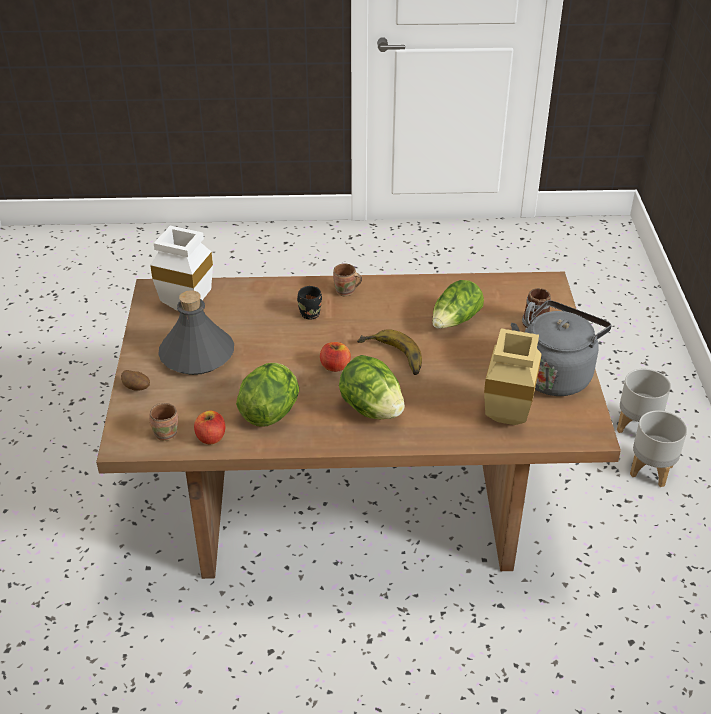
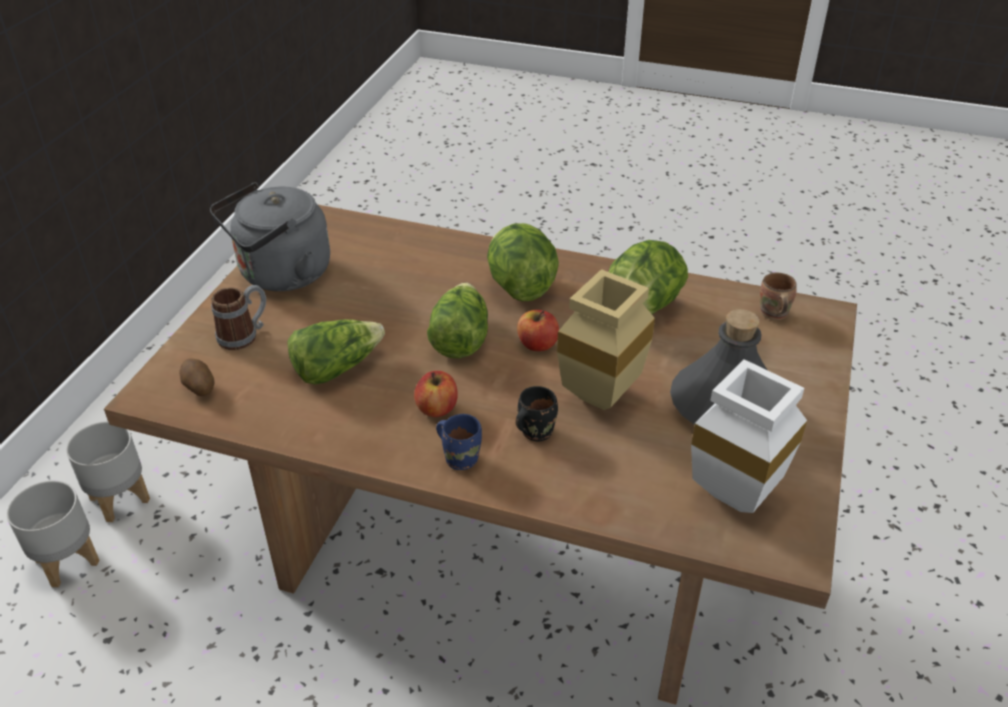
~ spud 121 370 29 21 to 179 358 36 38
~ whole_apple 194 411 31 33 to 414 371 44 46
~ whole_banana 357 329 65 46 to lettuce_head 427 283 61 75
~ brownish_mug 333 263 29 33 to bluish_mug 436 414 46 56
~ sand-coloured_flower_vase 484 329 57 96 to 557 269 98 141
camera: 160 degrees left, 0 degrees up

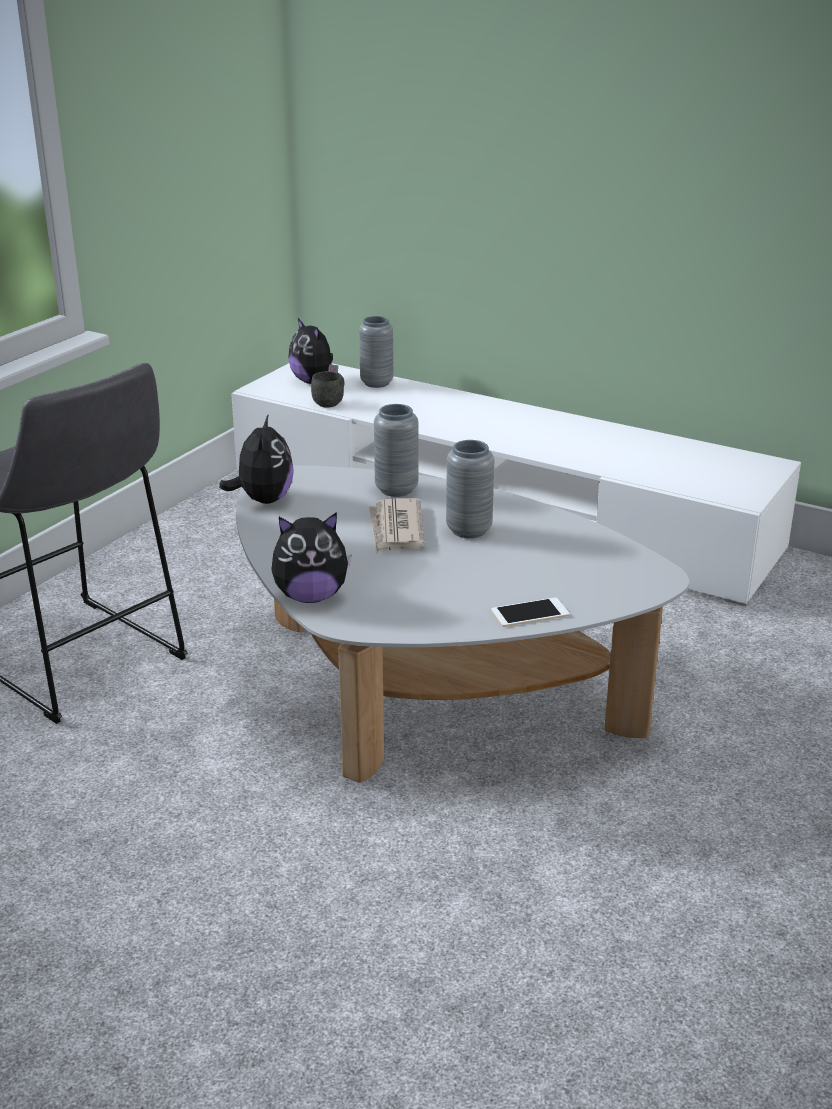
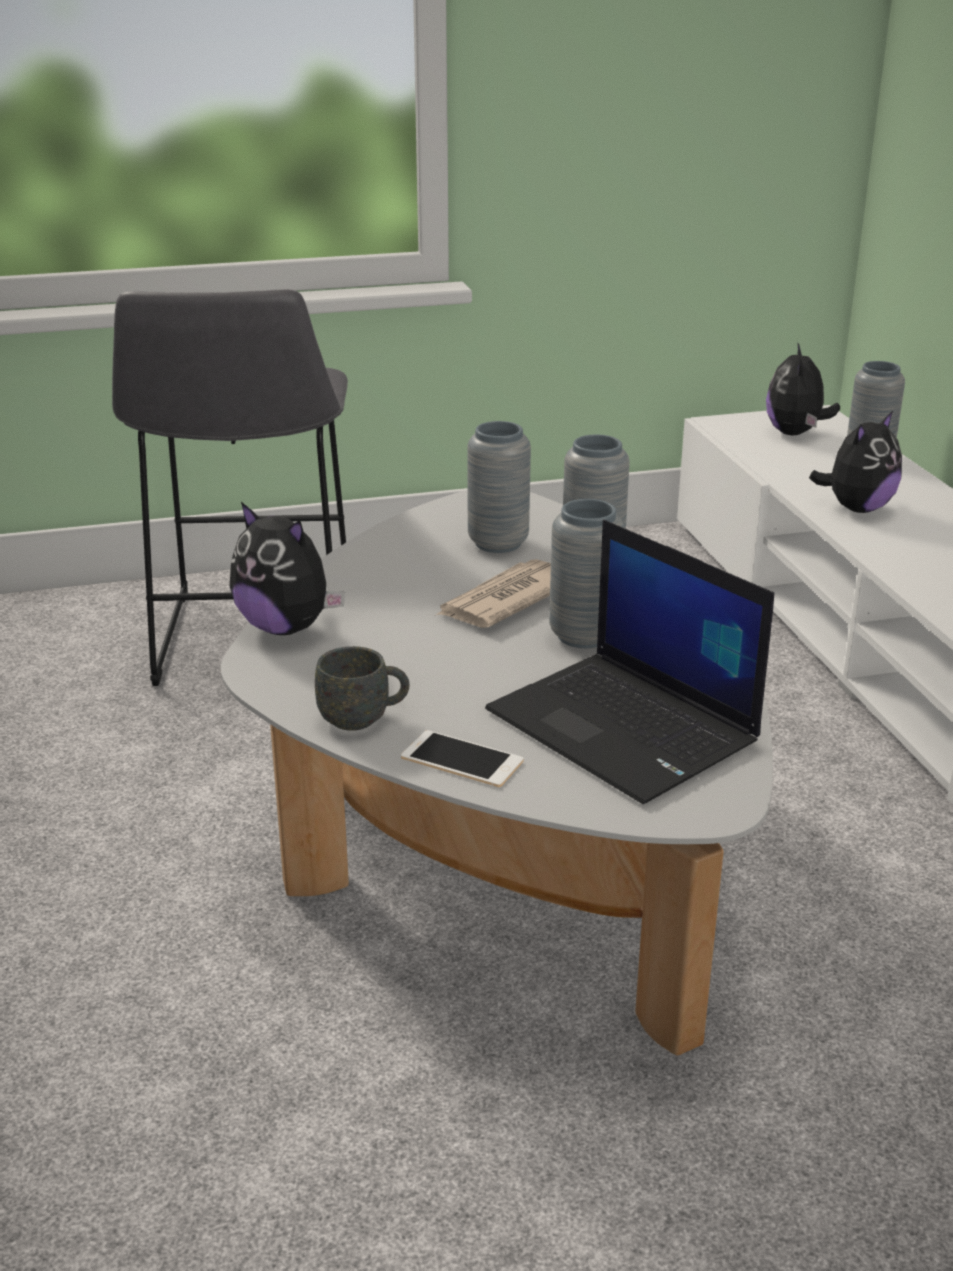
~ gray_mug 311 371 33 37 to 315 646 95 85
+ gray_flower_vase 467 421 64 132
+ portable_computer 485 520 289 284
~ cuddly_toy 219 414 75 90 to 809 411 93 102
camera: 45 degrees right, 0 degrees up

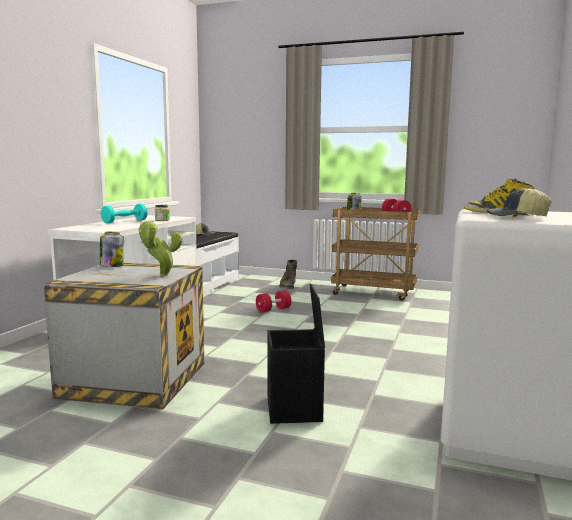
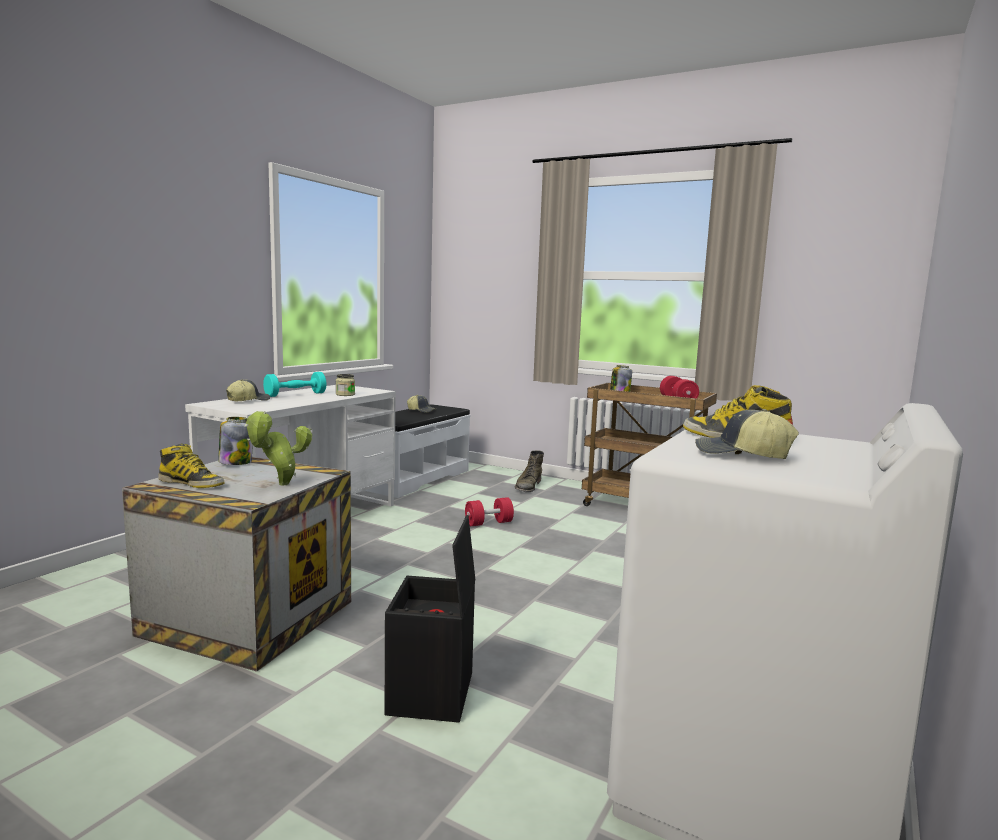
+ boot 158 444 67 44
+ cap 226 379 44 22
camera: 10 degrees right, 0 degrees up

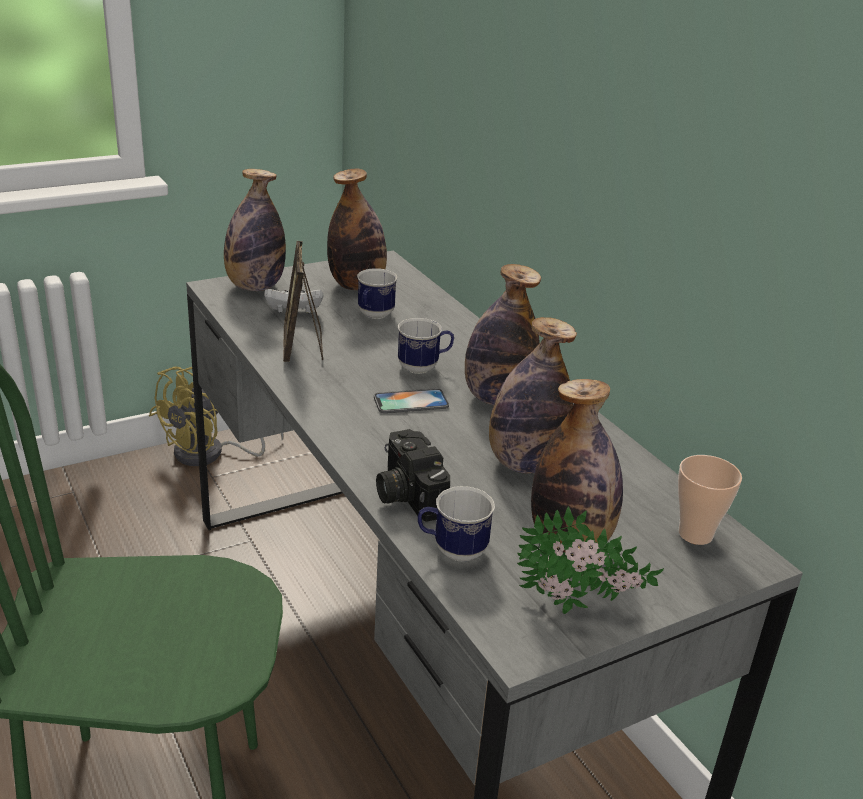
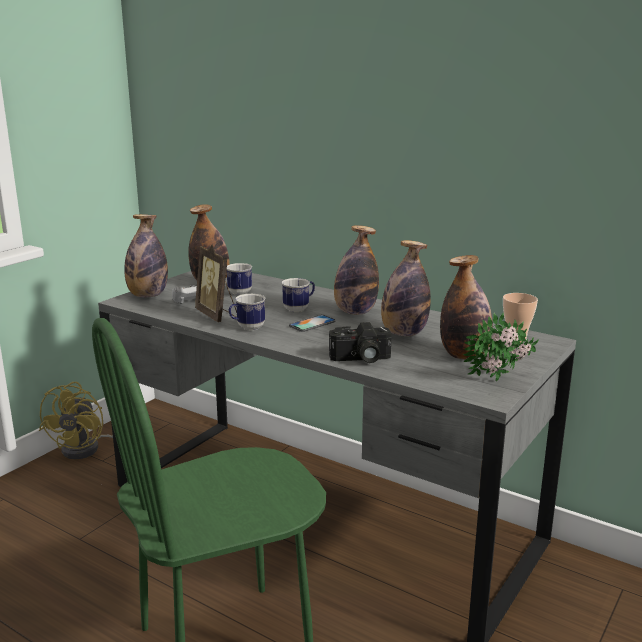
~ mug 418 486 77 75 to 229 294 36 36
~ photo_camera 376 429 74 93 = 329 322 63 41 45 degrees counterclockwise
camera: 25 degrees left, 10 degrees down

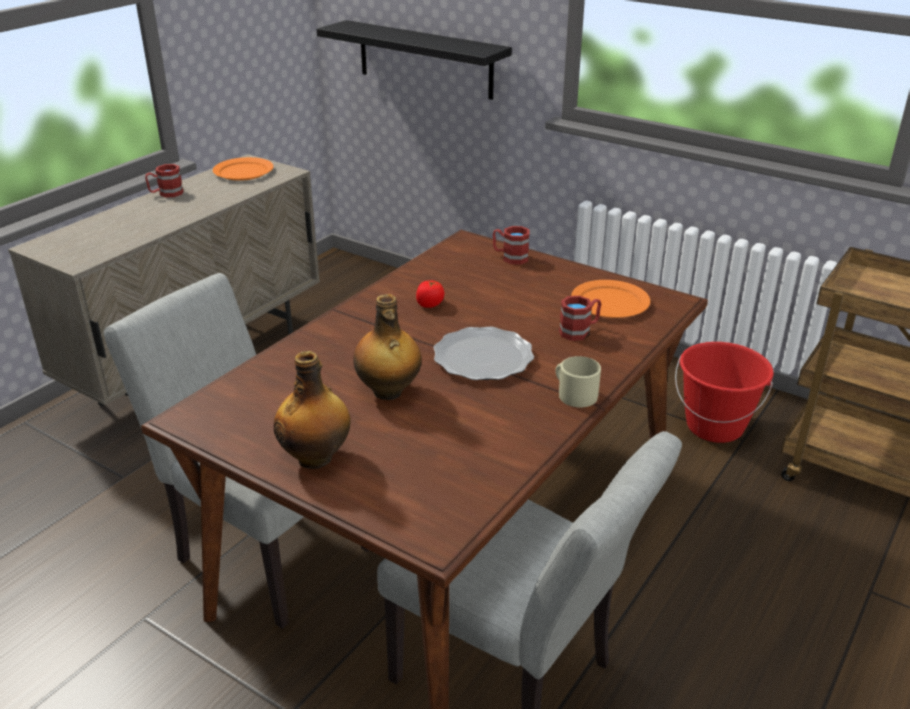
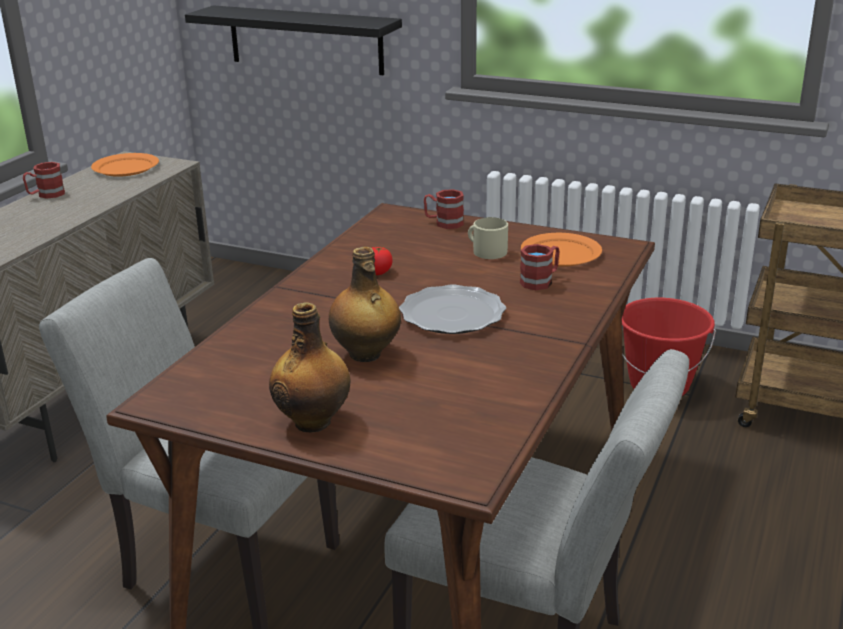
~ sand-coloured_mug 555 356 46 51 to 468 217 40 42
camera: 10 degrees left, 5 degrees down

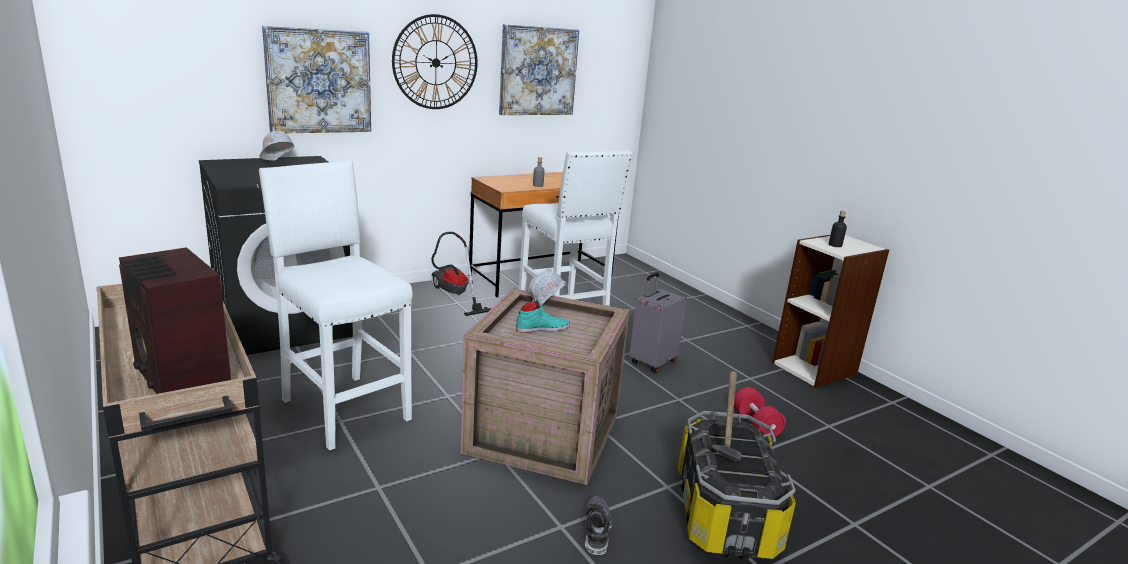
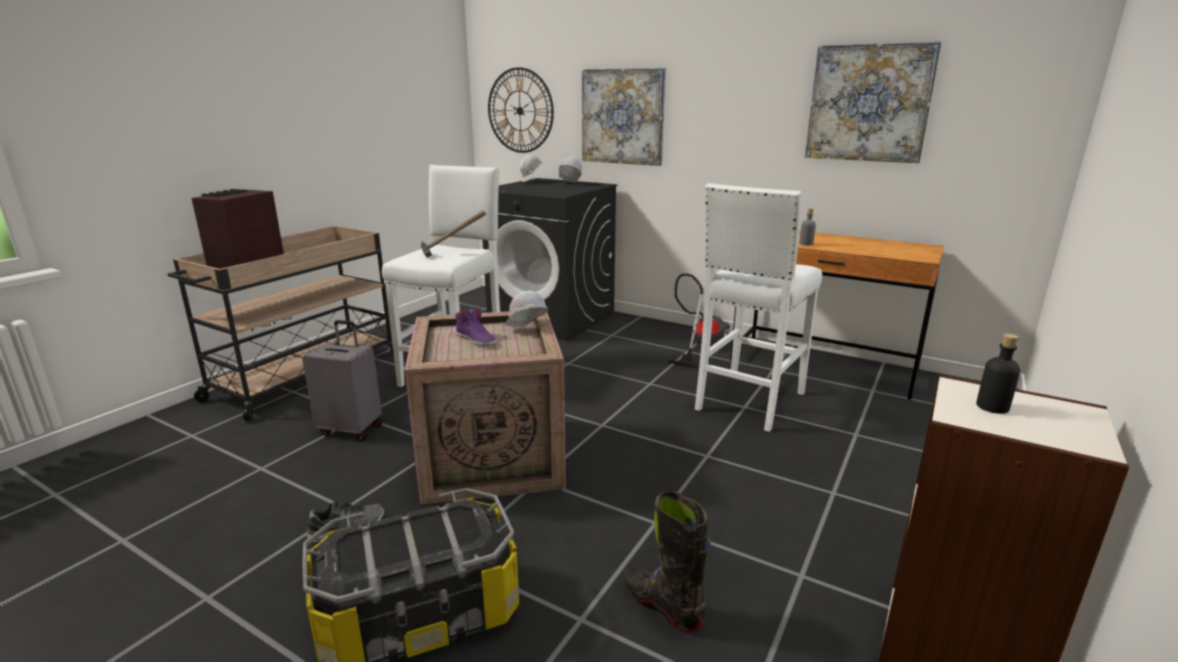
~ gray_piece_of_luggage 629 272 58 101 to 302 320 81 121
~ tool_hammer 712 371 29 91 to 421 210 65 48
~ turquoise_low_shoe 516 300 54 33 to purplish_low_shoe 455 308 41 38
~ wall_clock 392 14 86 95 to 488 67 66 86
+ white_hard_hat 520 155 23 27
~ reddish_free_weight 734 387 52 50 to blackish_boot 623 491 88 141
camera: 65 degrees right, 0 degrees up

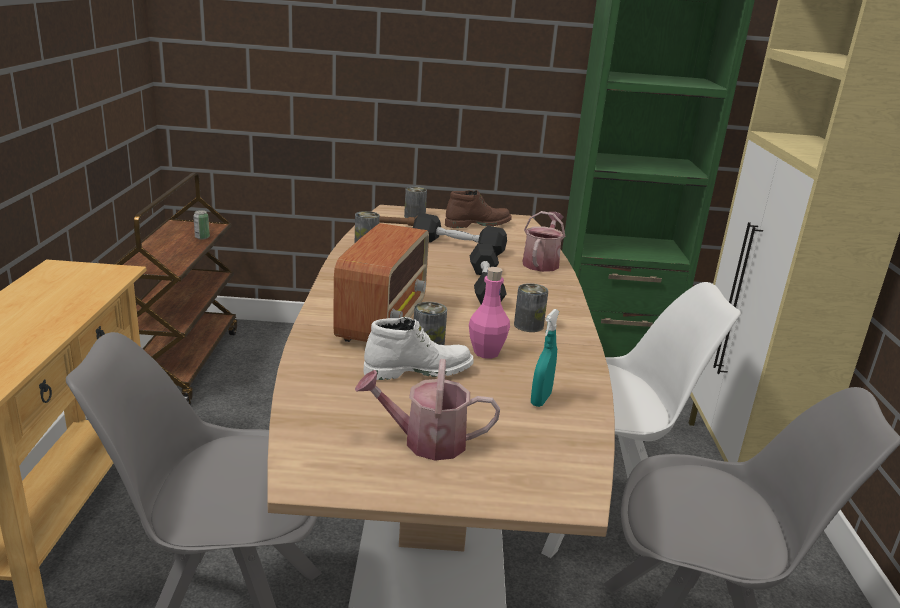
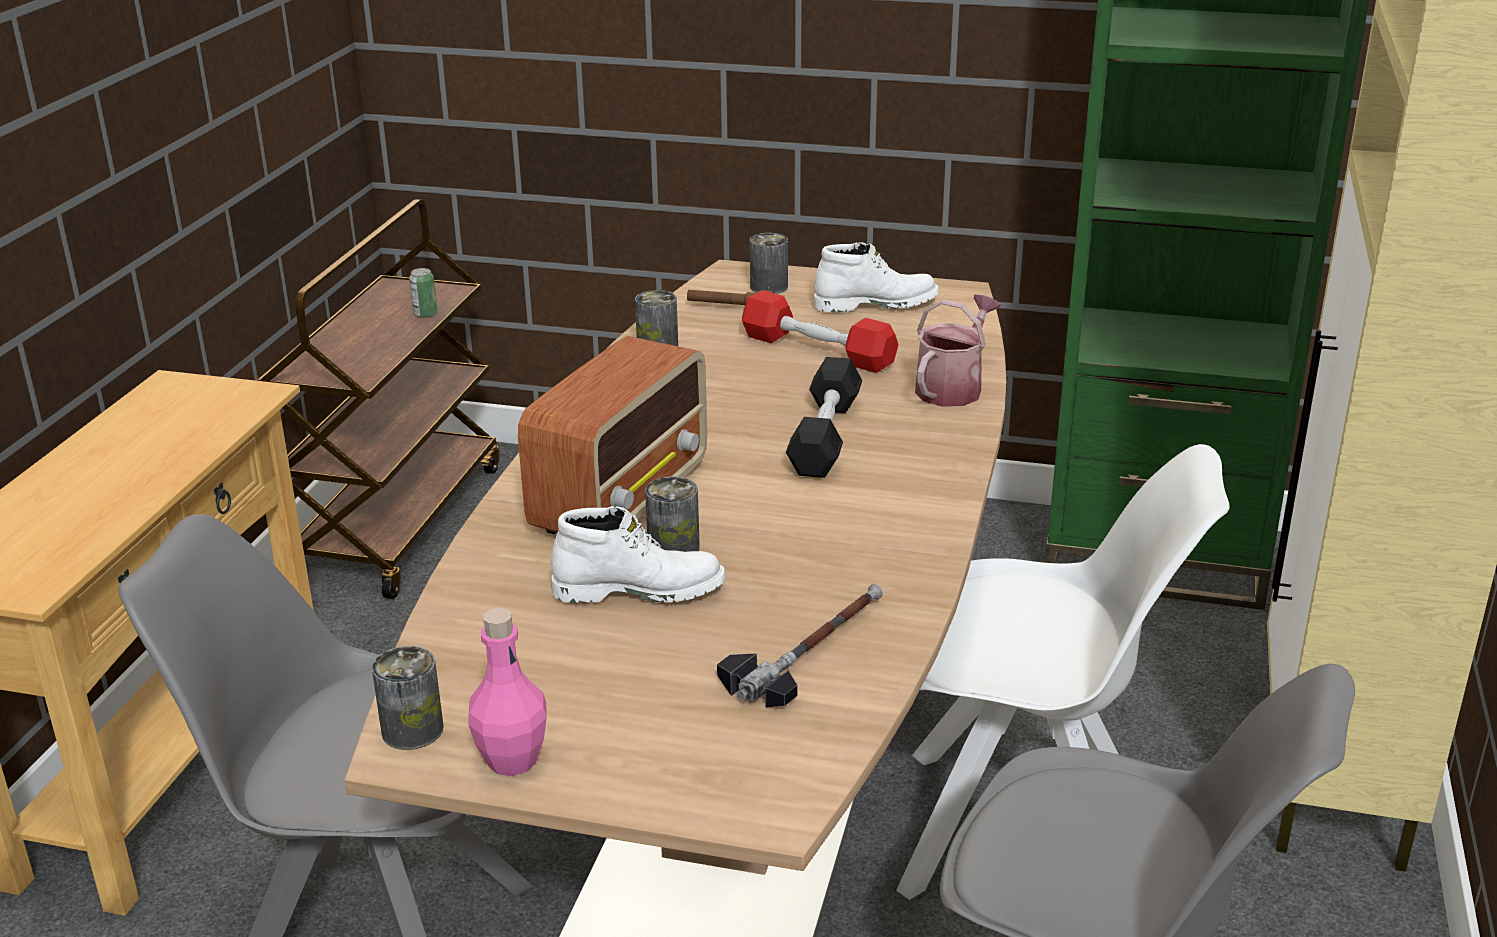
~ can 514 283 34 49 to 372 646 72 104
~ pink-coloured_beverage_bottle 469 267 41 92 to 468 608 79 168
~ turquoise_spray_bottle 531 309 28 98 to tool_hammer 717 584 166 124
~ blackish_free_weight 413 213 94 43 to reddish_free_weight 742 290 156 83
~ brownish_boot 445 190 67 38 to white_boot 814 242 125 70
- sprinkling_can 355 359 145 102
camera: 15 degrees right, 5 degrees up

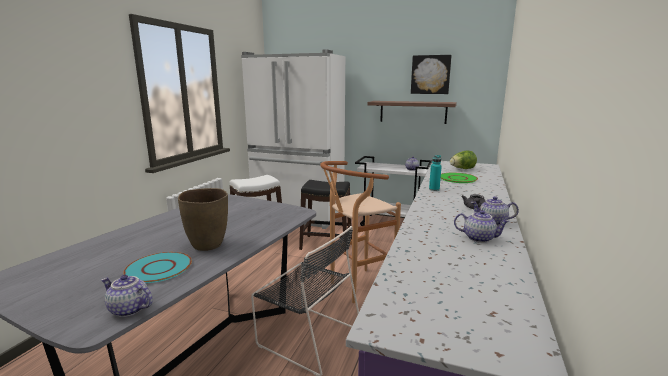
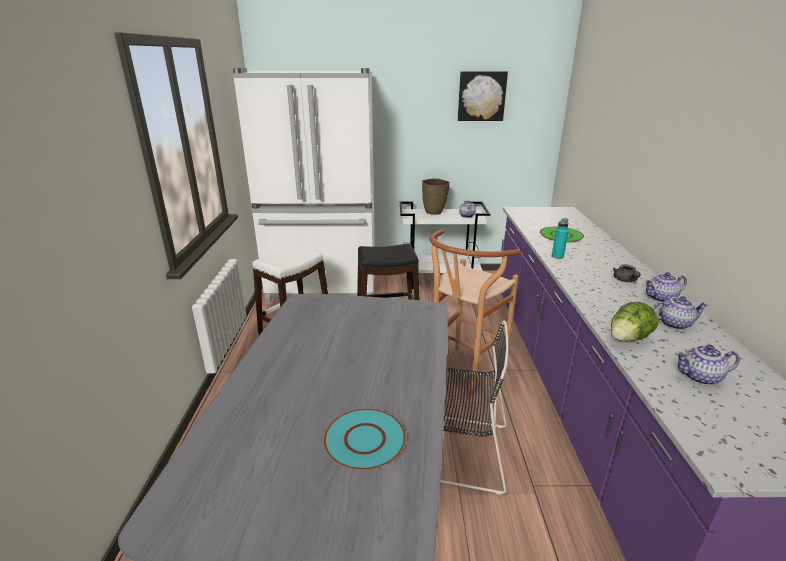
~ brownish_flower_vase 178 188 50 63 to 422 178 28 37
~ lettuce_head 450 151 27 18 to 611 302 48 39
~ teapot 101 275 52 42 to 675 345 65 40
- wall_shelf 368 101 89 23
camera: 20 degrees left, 10 degrees up

